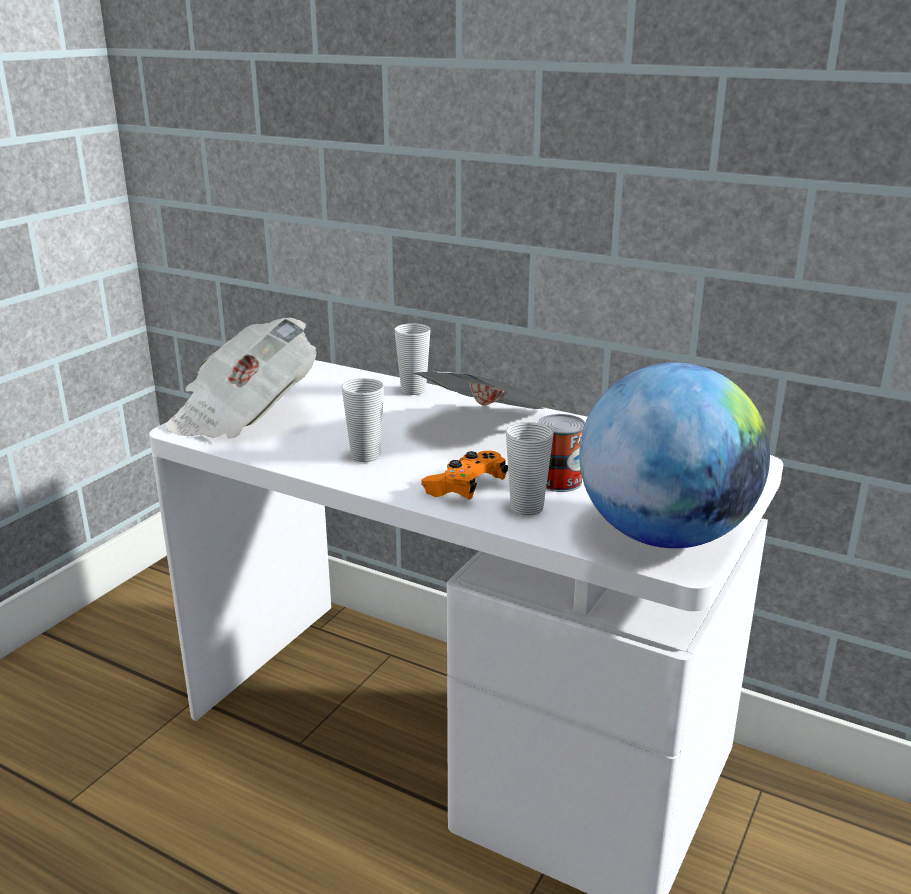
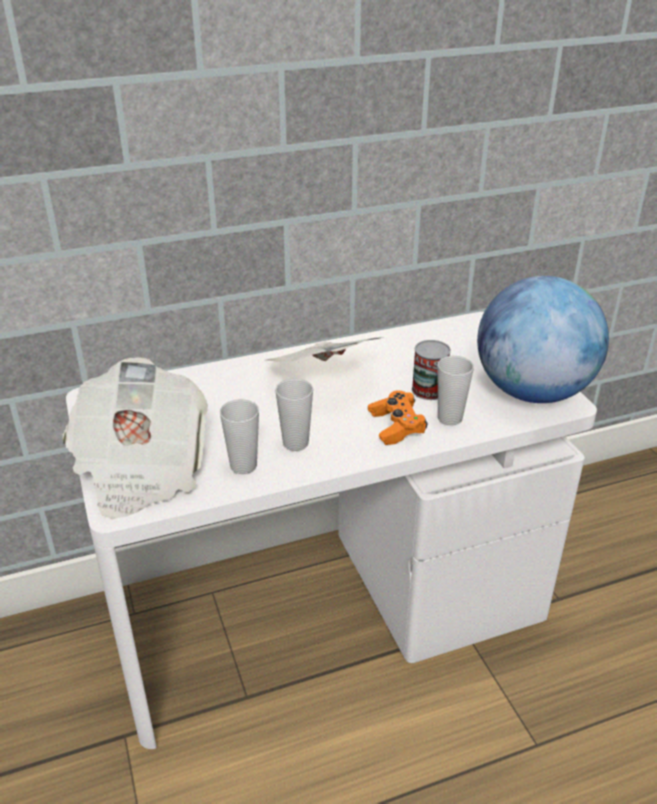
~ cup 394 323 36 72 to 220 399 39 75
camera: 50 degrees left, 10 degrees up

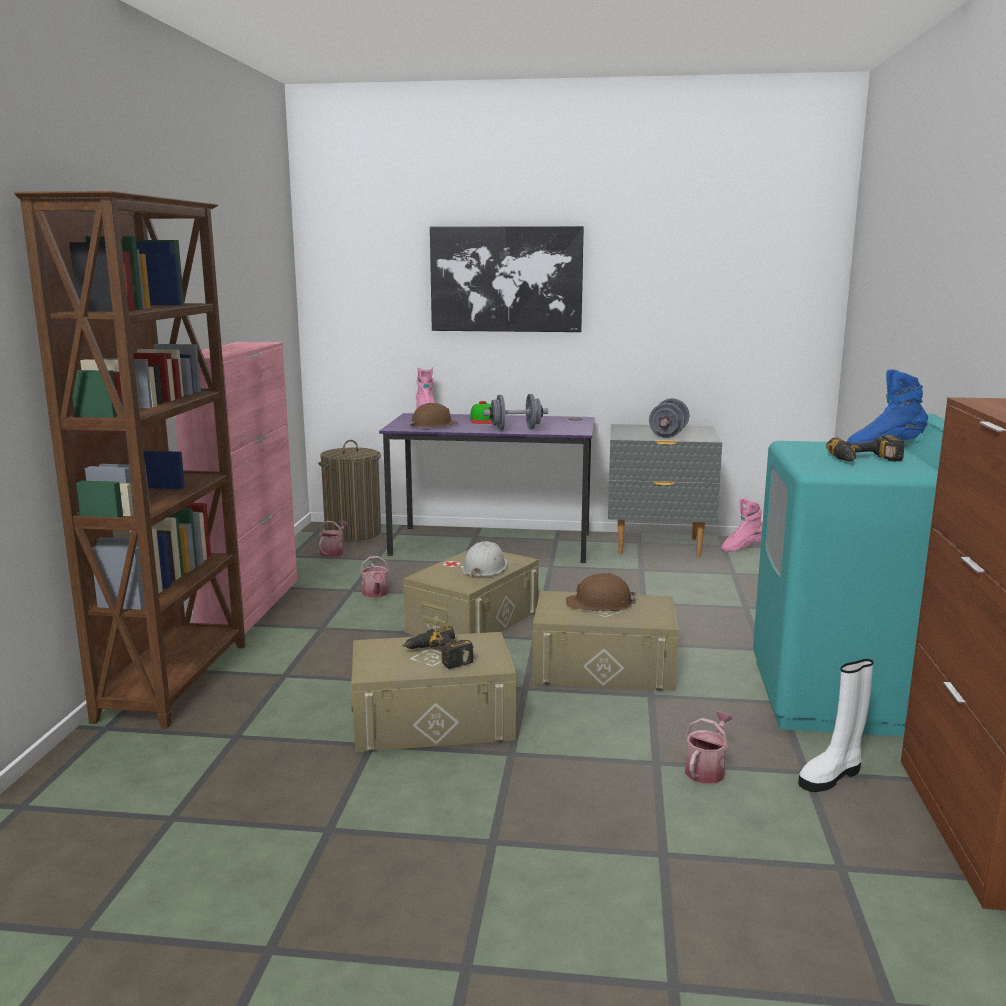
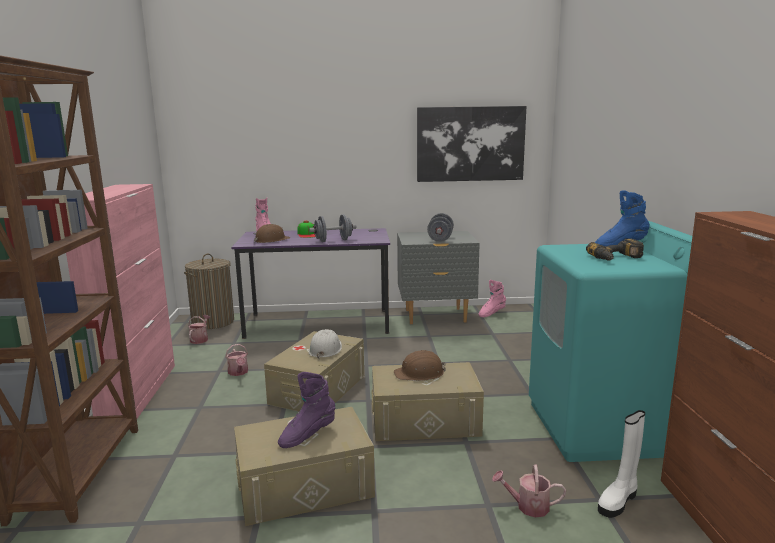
~ drill 402 626 72 43 to purplish_boot 278 372 58 76
~ wall_picture 430 226 154 106 to 417 106 110 76
~ sprinkling_can 685 712 48 72 = 492 464 74 54 105 degrees counterclockwise
camera: 10 degrees left, 0 degrees up

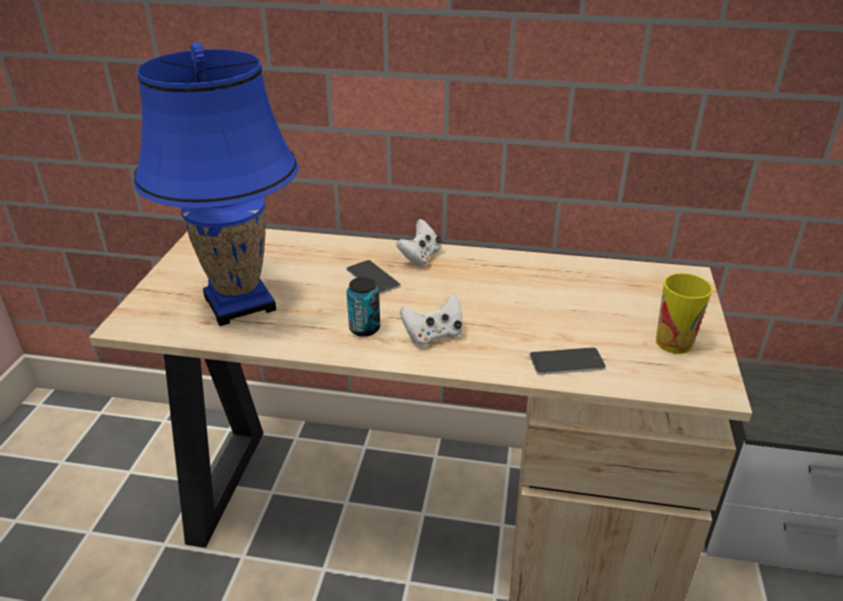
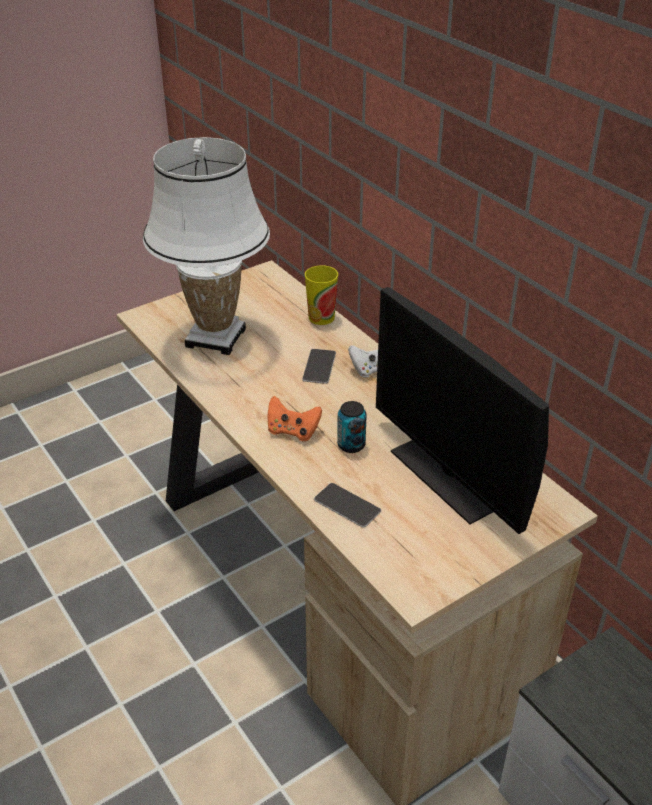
~ bluish_tabletop_lamp 133 42 166 284 to white_tabletop_lamp 143 137 127 218
~ white_gamepad 400 294 62 52 to orange_gamepad 267 396 55 45
~ cup 656 273 57 81 to 305 265 33 60
~ can 347 277 33 60 to 337 401 30 52
+ computer_display 376 287 173 247
camera: 45 degrees right, 5 degrees up

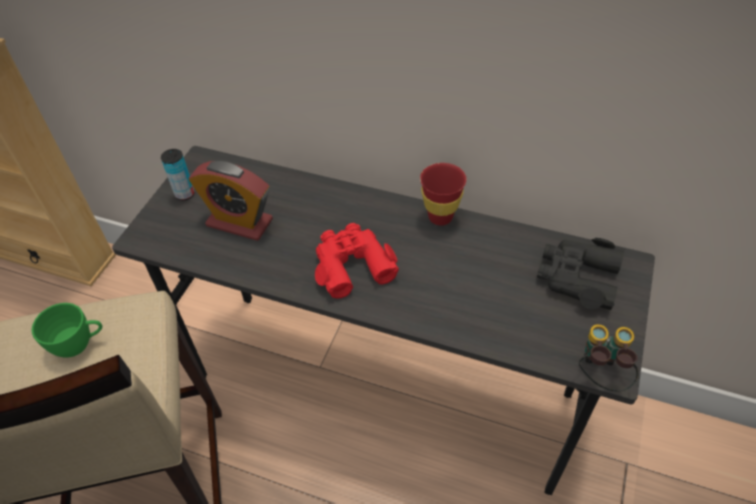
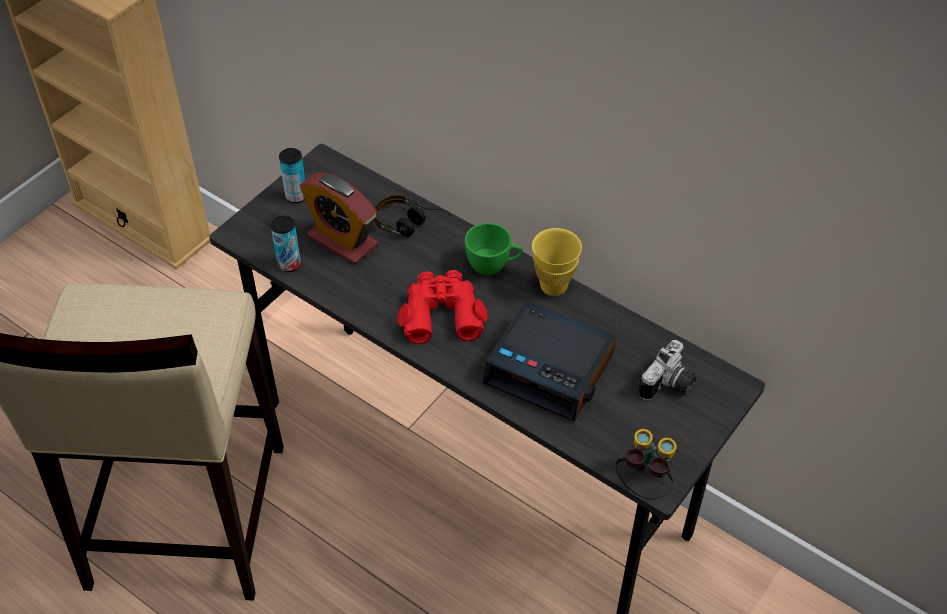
+ can 271 216 30 56
+ headset 374 195 77 41
~ green-coloured_cup 32 303 70 55 to 465 223 58 52
+ alarm_clock 483 301 133 121
~ reddish_cup 420 163 46 62 to yellowish_cup 532 228 50 68
~ blackish_pair_of_binoculars 537 238 88 72 to photo_camera 638 340 58 60
camera: 15 degrees right, 0 degrees up

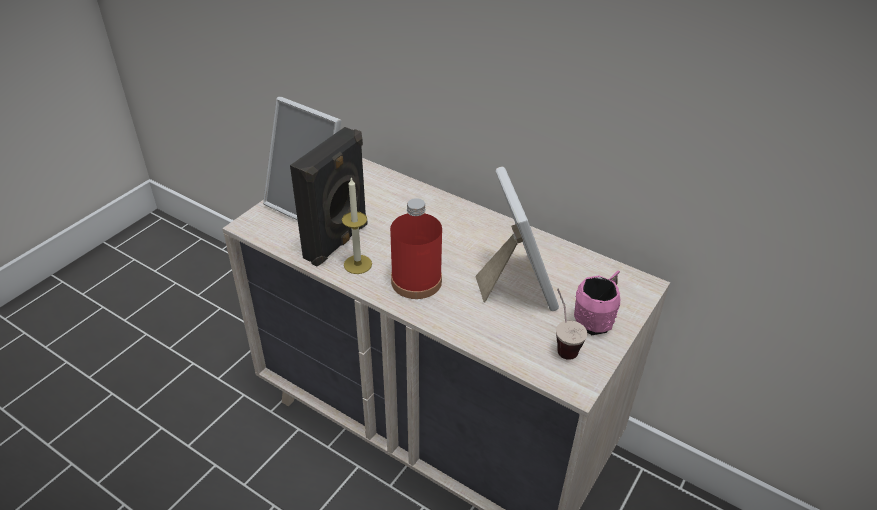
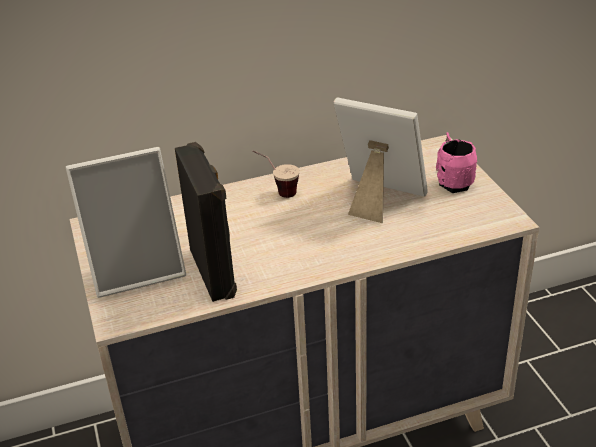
~ cup 556 289 31 71 to 252 150 48 48
- candle 342 177 30 97
- reddish_beverage_bottle 390 198 52 101
camera: 50 degrees left, 5 degrees down

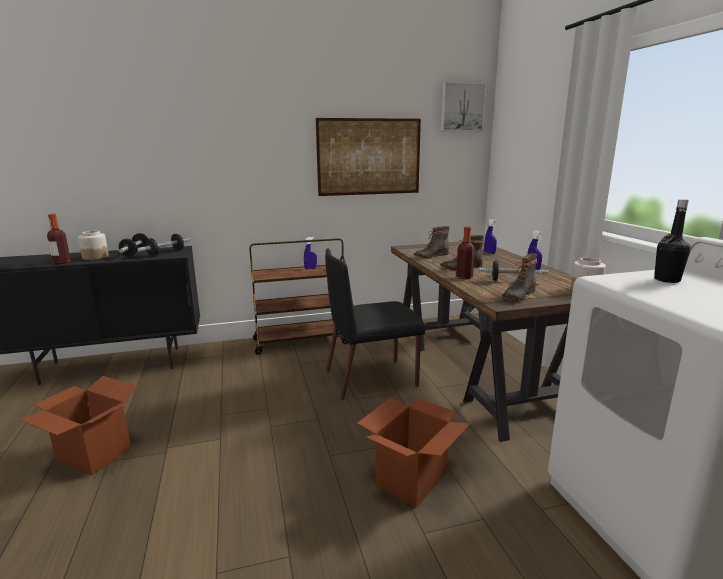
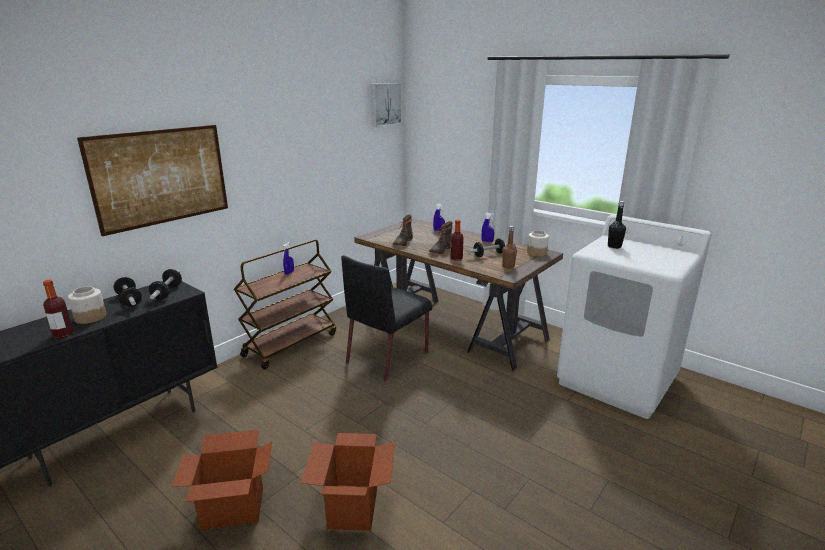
~ wall_picture 316 118 105 78 to 77 125 151 111
~ carton 357 398 113 110 to 301 433 94 98
~ boot 502 253 35 48 to brownish_beverage_bottle 502 226 15 43
camera: 35 degrees left, 5 degrees up

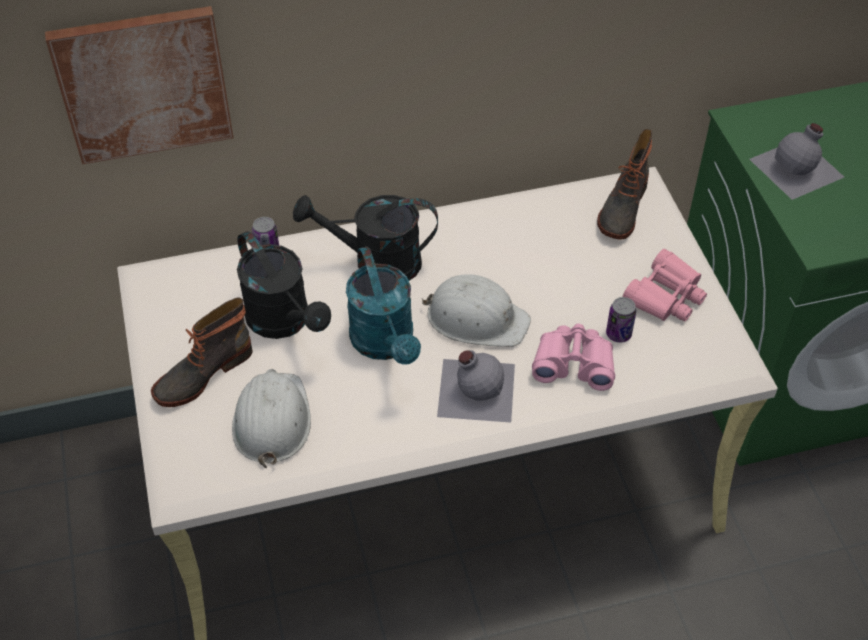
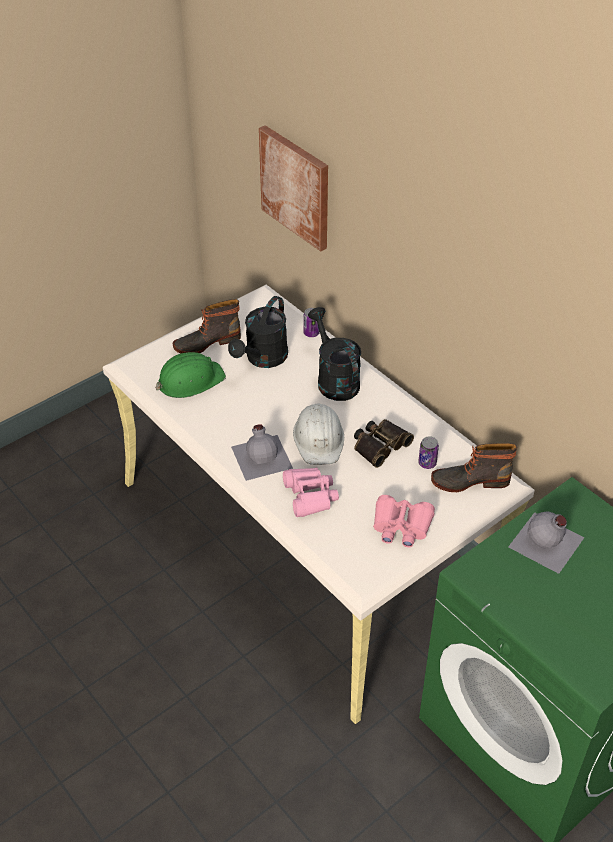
~ white_hard_hat 232 369 79 99 to green-coloured_hard_hat 156 352 70 46
~ boot 151 298 102 109 = 173 299 68 55 45 degrees counterclockwise
+ pair_of_binoculars 354 419 60 49
~ can 606 297 30 45 to 418 436 21 33
- turquoise_sprinkling_can 346 246 75 119
camera: 65 degrees right, 5 degrees down

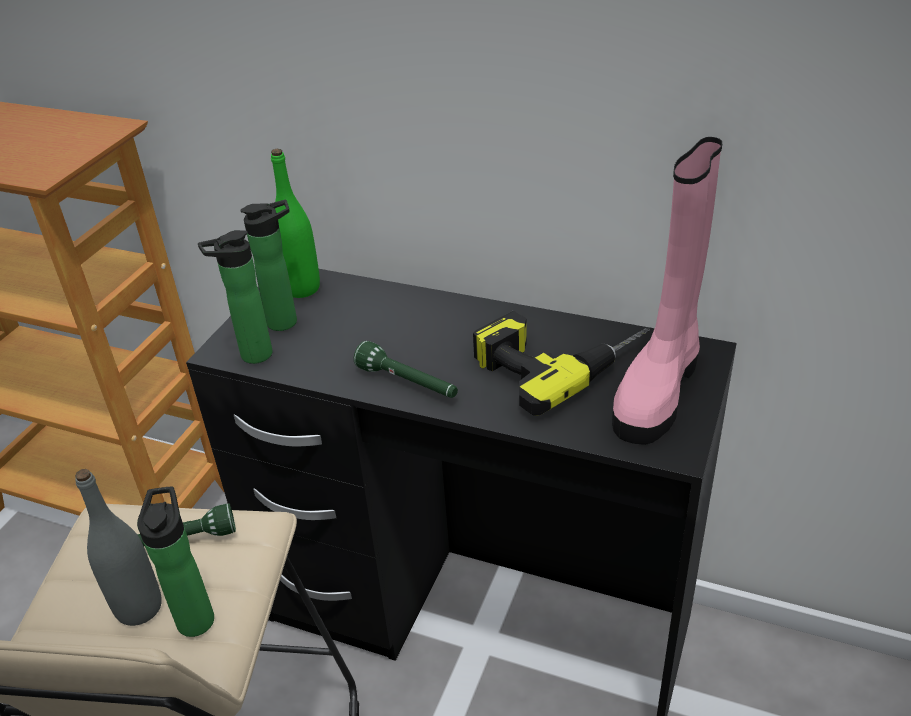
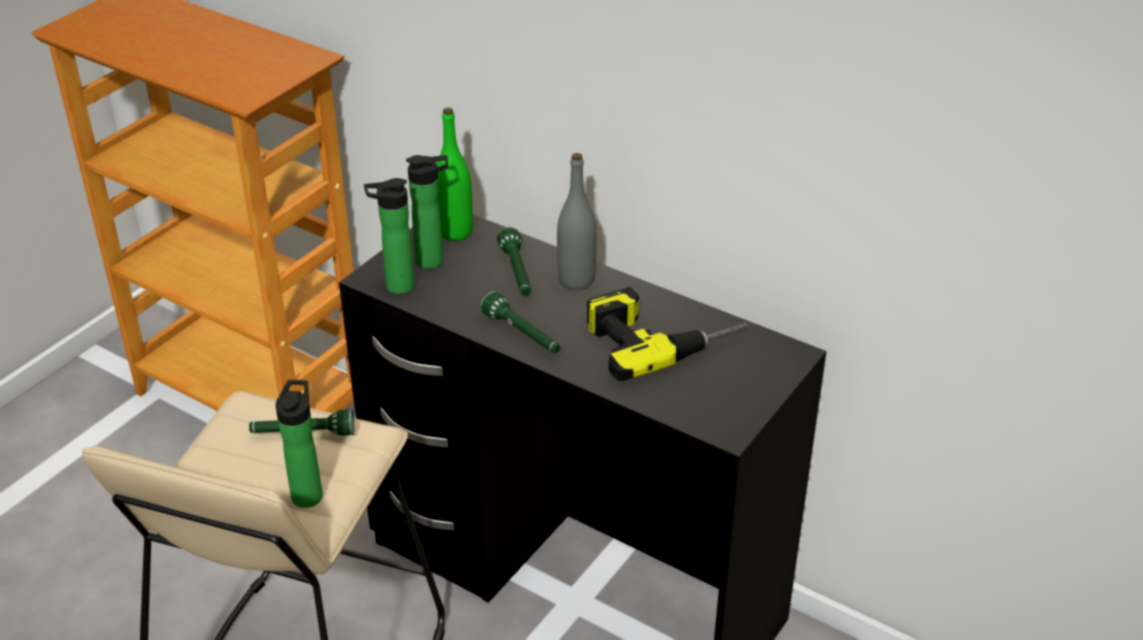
+ green-coloured_hand_torch 497 227 34 69
~ gray_beverage_bottle 75 469 87 157 to 557 153 39 137
- pink-coloured_boot 612 137 110 308
camera: 10 degrees right, 0 degrees up

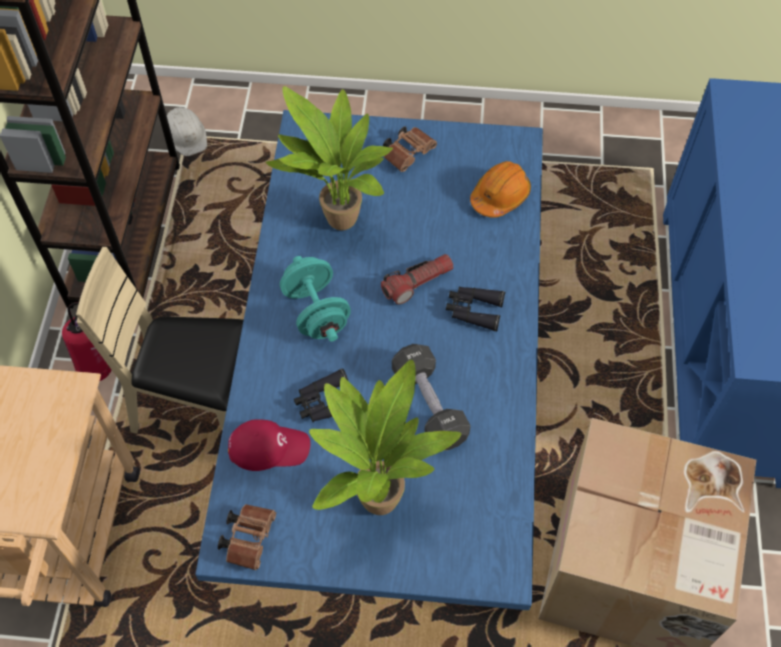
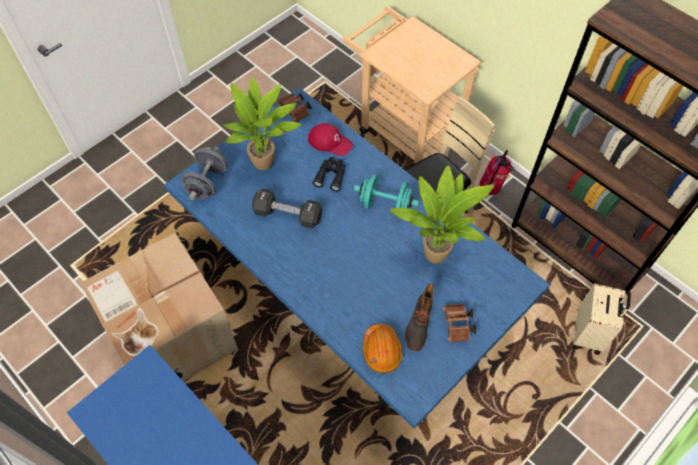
+ gray_free_weight 181 146 46 54
~ reddish_cap 228 419 82 52 = 308 123 45 33 105 degrees counterclockwise
+ boot 405 283 28 68
+ sand-coloured_piece_of_luggage 573 283 58 72
- white_hard_hat 167 107 40 49
- hand_torch 381 254 73 51
- blackish_pair_of_binoculars 446 286 59 45
camera: 130 degrees right, 0 degrees up

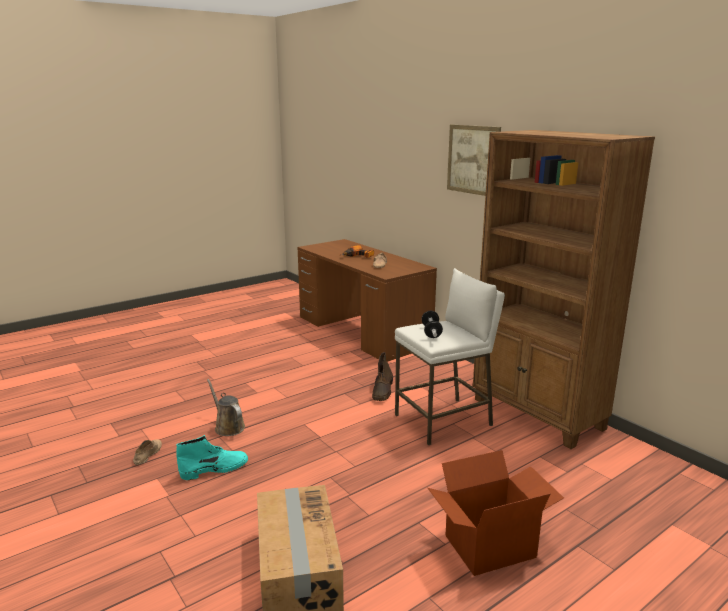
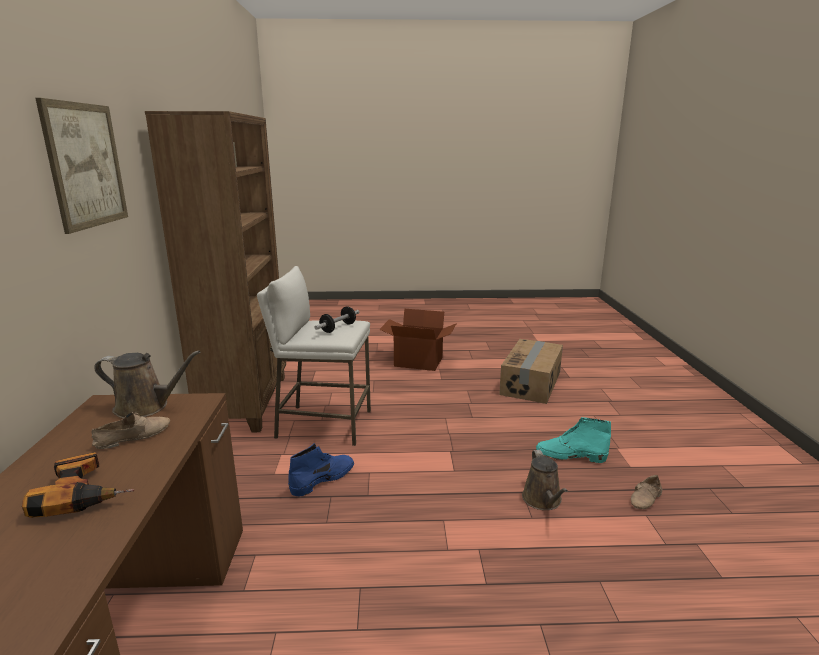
+ brownish_sprinkling_can 94 351 106 68
~ brownish_boot 372 352 21 49 to bluish_boot 288 443 66 53
camera: 145 degrees left, 0 degrees up

